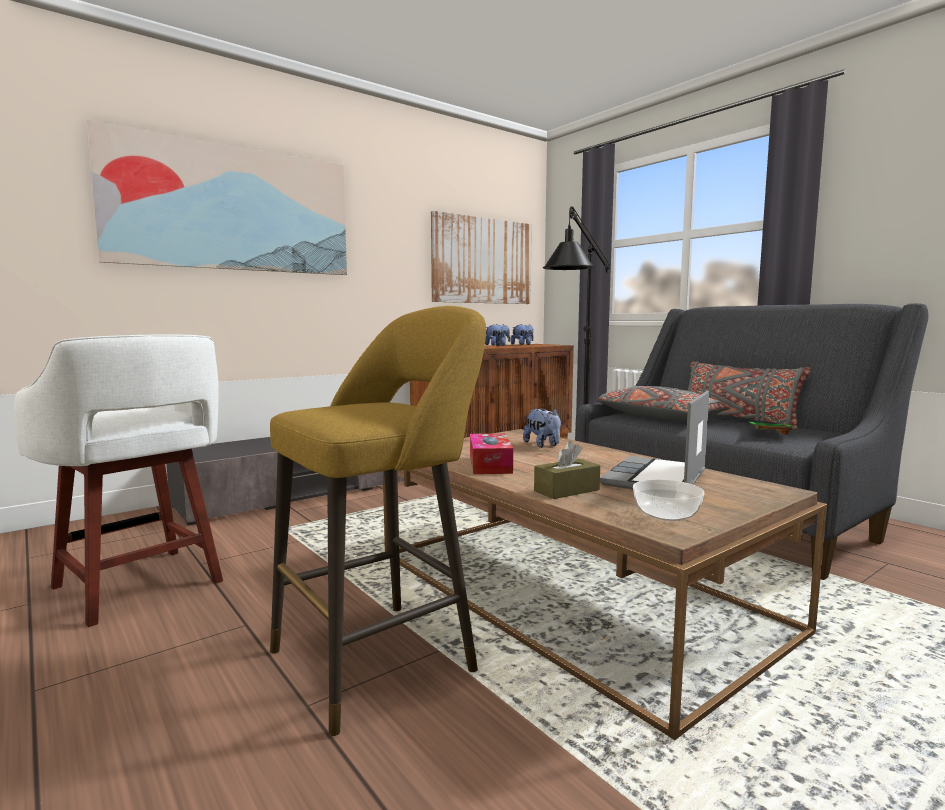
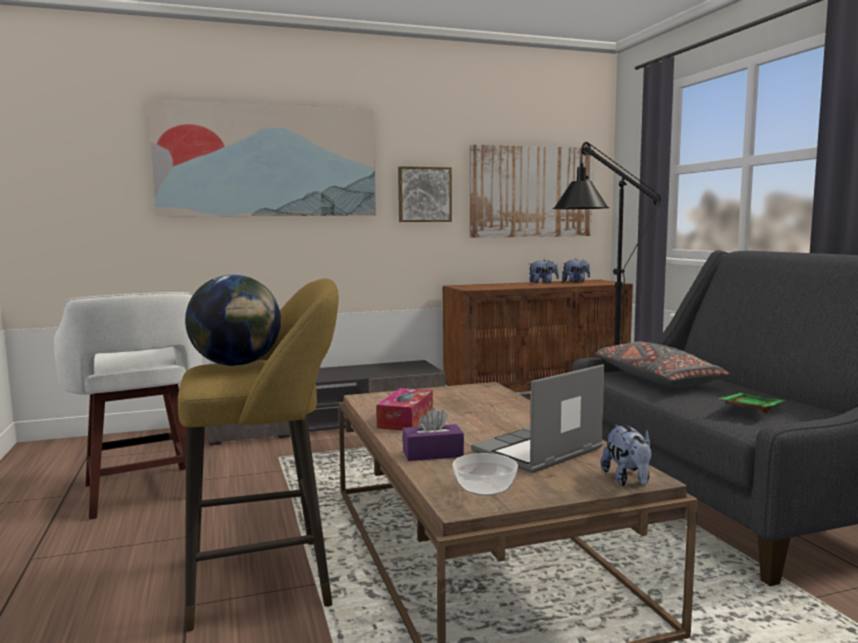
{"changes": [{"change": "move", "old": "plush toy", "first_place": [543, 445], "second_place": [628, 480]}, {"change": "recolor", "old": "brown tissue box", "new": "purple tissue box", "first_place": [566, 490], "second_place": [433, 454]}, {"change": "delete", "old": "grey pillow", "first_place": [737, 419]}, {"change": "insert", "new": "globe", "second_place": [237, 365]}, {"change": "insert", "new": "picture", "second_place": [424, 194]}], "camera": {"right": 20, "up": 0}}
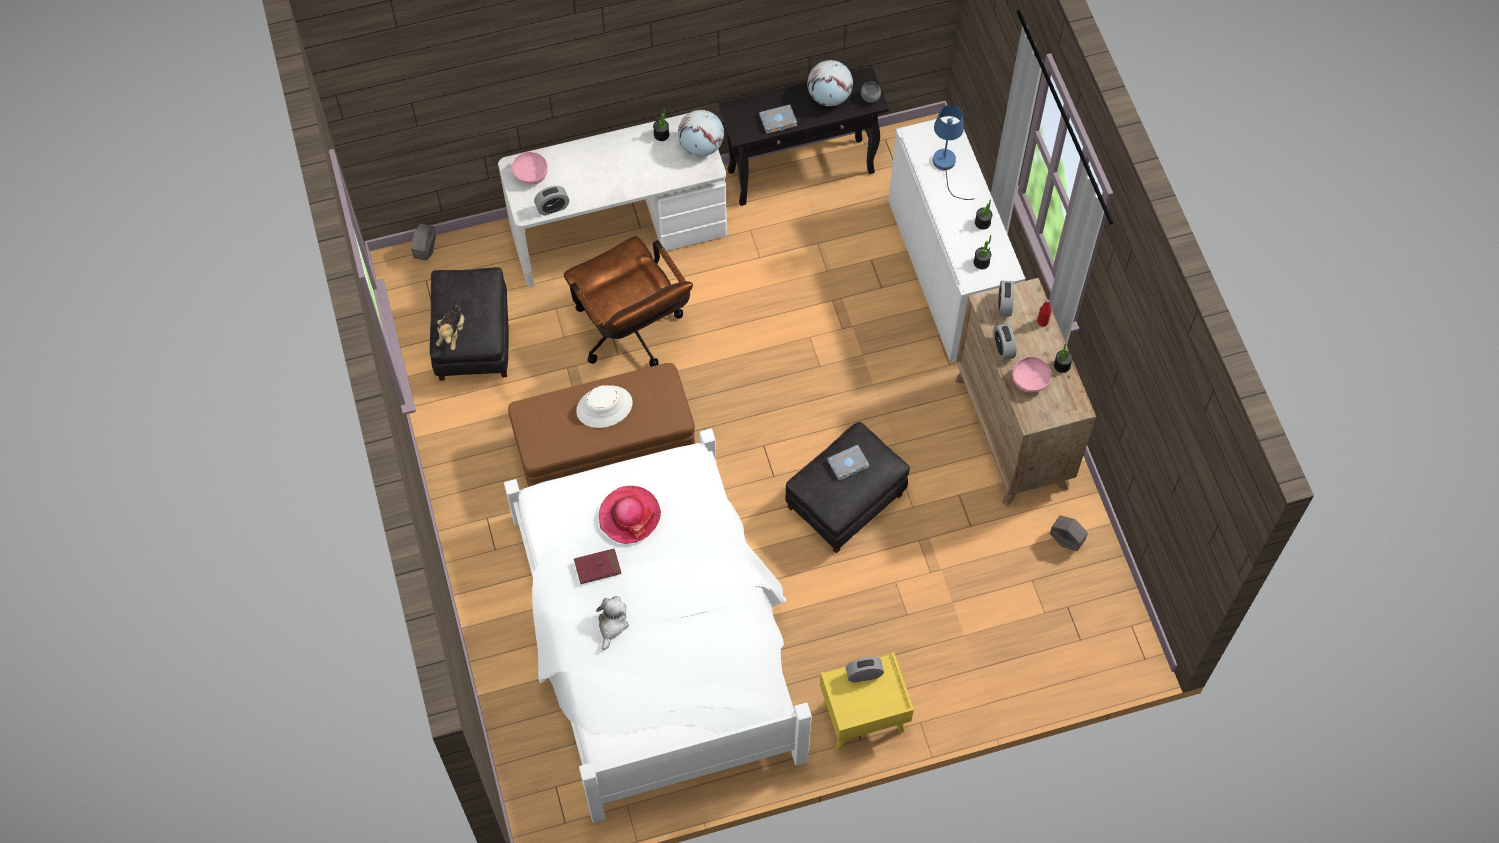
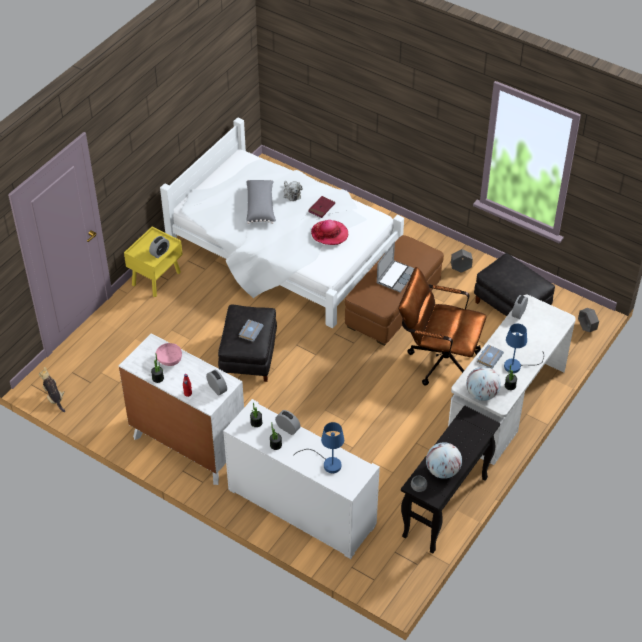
{"changes": [{"change": "move", "old": "plush toy", "first_place": [452, 333], "second_place": [54, 398]}, {"change": "delete", "old": "pink bowl", "first_place": [530, 174]}, {"change": "replace", "old": "white hat", "new": "laptop", "first_place": [604, 407], "second_place": [396, 276]}, {"change": "move", "old": "grey book", "first_place": [777, 121], "second_place": [489, 357]}, {"change": "recolor", "old": "brown dresser", "new": "white dresser", "first_place": [1012, 432], "second_place": [188, 445]}, {"change": "move", "old": "alarm clock", "first_place": [1003, 348], "second_place": [288, 428]}, {"change": "move", "old": "grey planter", "first_place": [1065, 541], "second_place": [460, 269]}, {"change": "insert", "new": "grey pillow", "second_place": [261, 207]}, {"change": "insert", "new": "blue table lamp", "second_place": [517, 365]}], "camera": {"right": 140, "up": -15}}
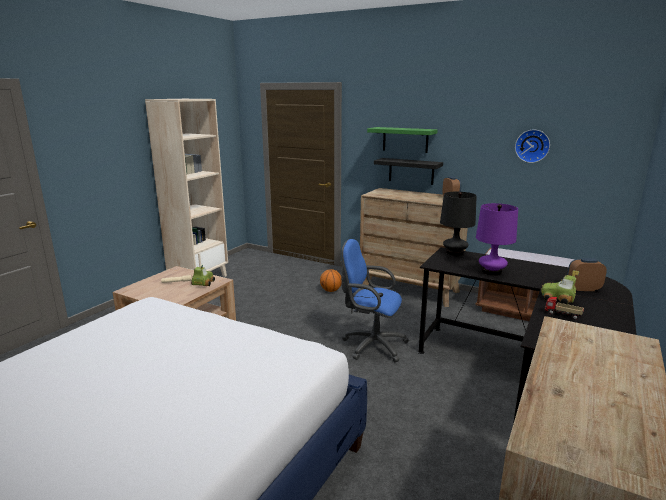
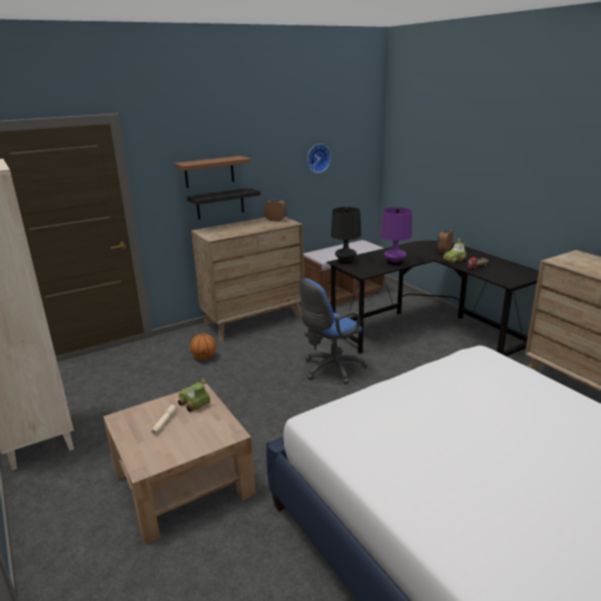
{"changes": [{"change": "recolor", "old": "green shelf", "new": "brown shelf", "first_place": [405, 139], "second_place": [209, 171]}], "camera": {"right": -60, "up": 5}}
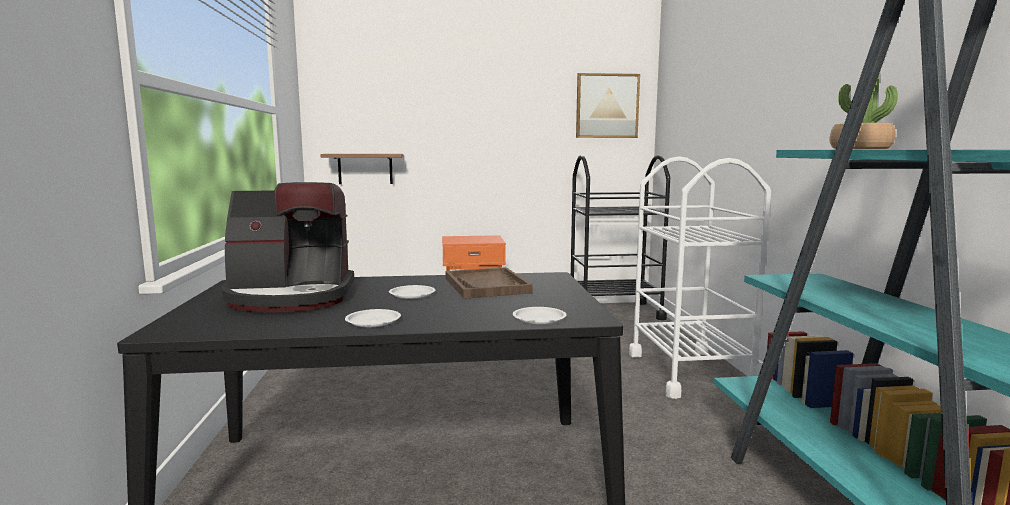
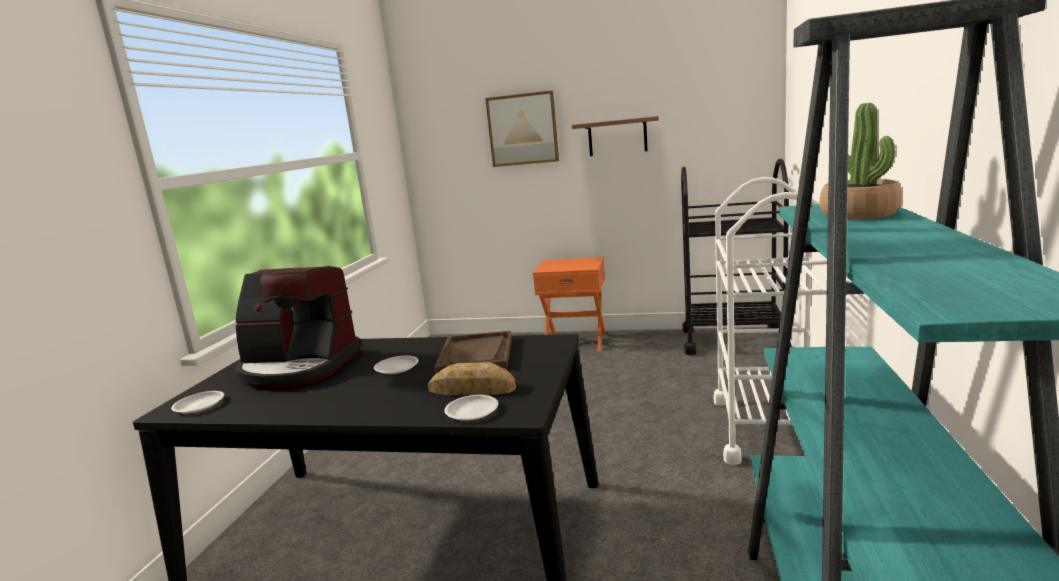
{"changes": [{"change": "move", "old": "shelf", "first_place": [365, 168], "second_place": [617, 137]}, {"change": "move", "old": "white plate", "first_place": [373, 321], "second_place": [199, 405]}, {"change": "move", "old": "picture", "first_place": [607, 106], "second_place": [523, 129]}, {"change": "insert", "new": "bread", "second_place": [472, 389]}], "camera": {"right": 20, "up": 5}}
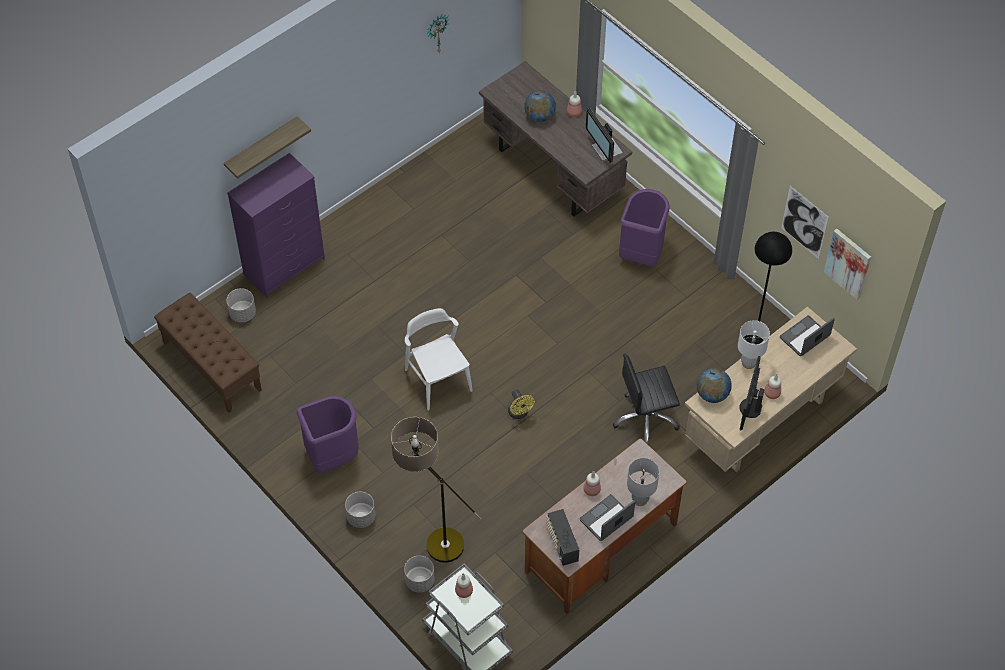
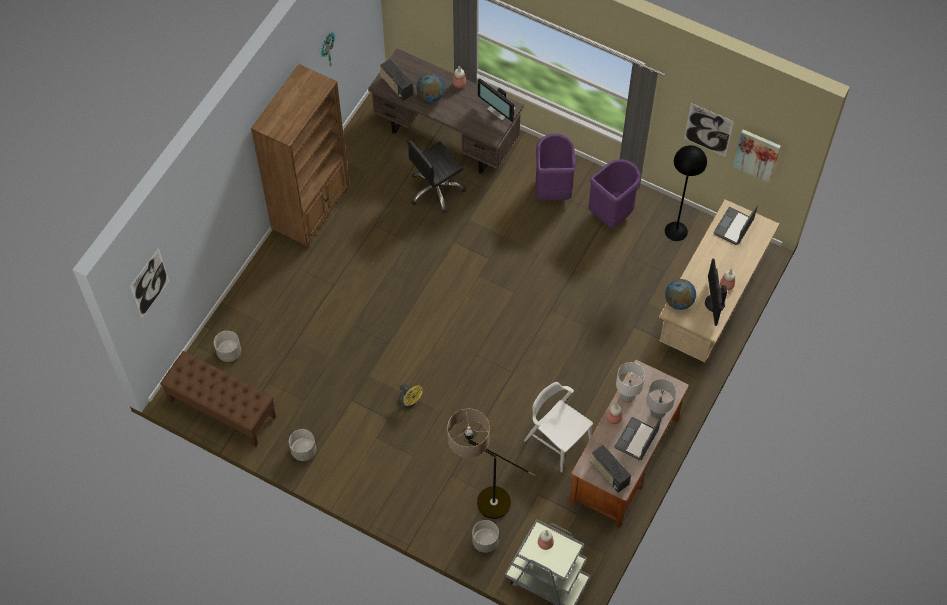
{"changes": [{"change": "delete", "old": "shelf", "first_place": [262, 147]}, {"change": "delete", "old": "purple dresser", "first_place": [285, 266]}, {"change": "move", "old": "purple trash can", "first_place": [332, 457], "second_place": [611, 214]}, {"change": "move", "old": "grey planter", "first_place": [361, 517], "second_place": [303, 450]}, {"change": "move", "old": "white chair", "first_place": [438, 380], "second_place": [557, 440]}, {"change": "move", "old": "yellow fan", "first_place": [519, 413], "second_place": [410, 402]}, {"change": "move", "old": "black office chair", "first_place": [645, 419], "second_place": [436, 190]}, {"change": "move", "old": "white table lamp", "first_place": [748, 363], "second_place": [627, 396]}, {"change": "insert", "new": "picture", "second_place": [150, 283]}, {"change": "insert", "new": "brown bookcase", "second_place": [312, 211]}, {"change": "insert", "new": "radio", "second_place": [396, 86]}], "camera": {"right": -20, "up": 5}}
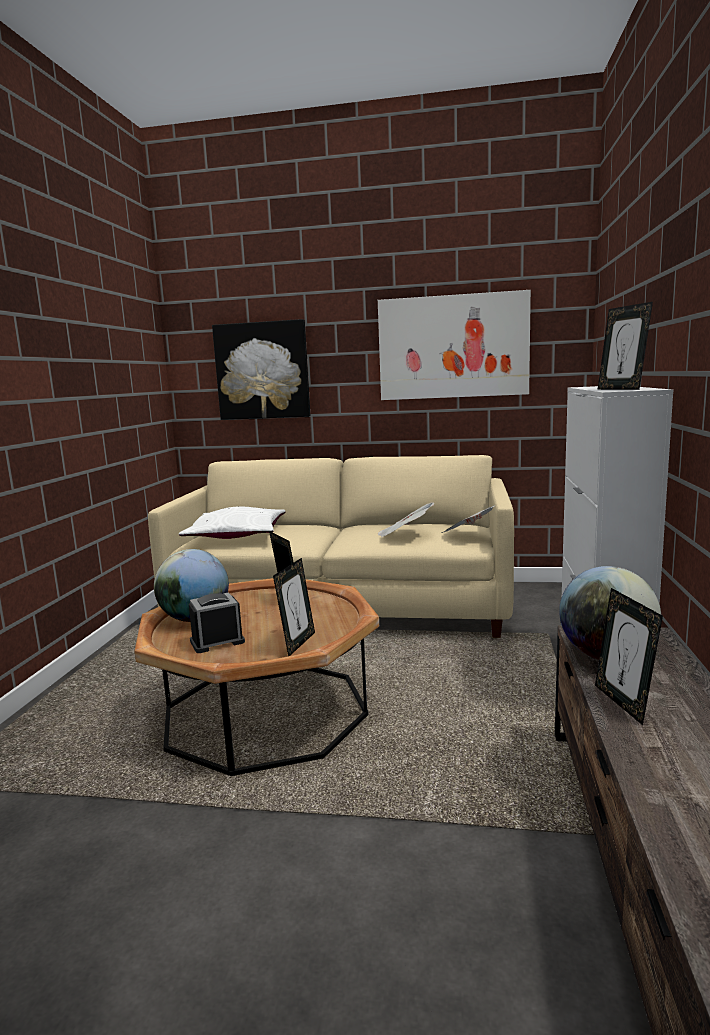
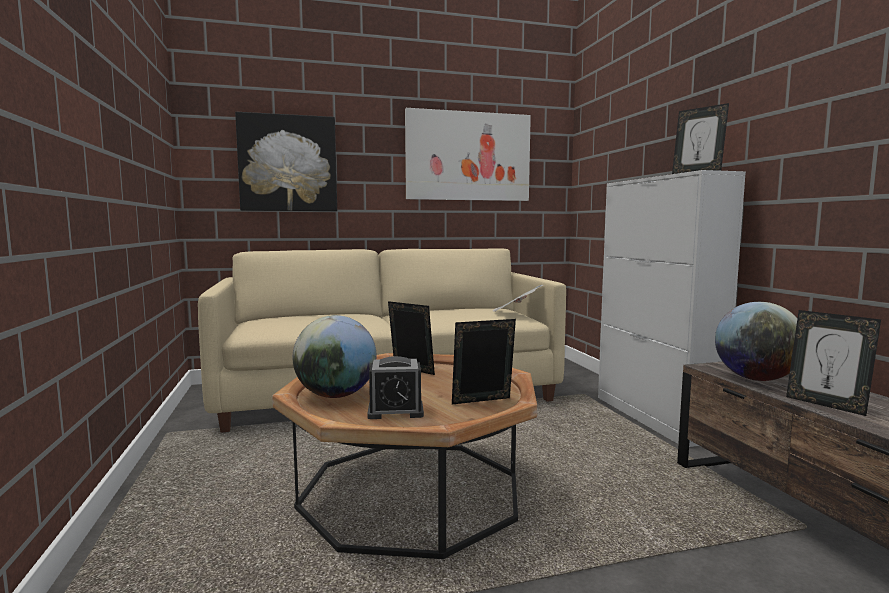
{"changes": [{"change": "delete", "old": "white pillow", "first_place": [236, 535]}, {"change": "rotate", "old": "alarm clock", "first_place": [217, 642], "second_place": [395, 411], "degrees": -135}, {"change": "rotate", "old": "picture frame", "first_place": [297, 643], "second_place": [483, 402], "degrees": -105}, {"change": "delete", "old": "newspaper", "first_place": [404, 535]}], "camera": {"right": -25, "up": -5}}
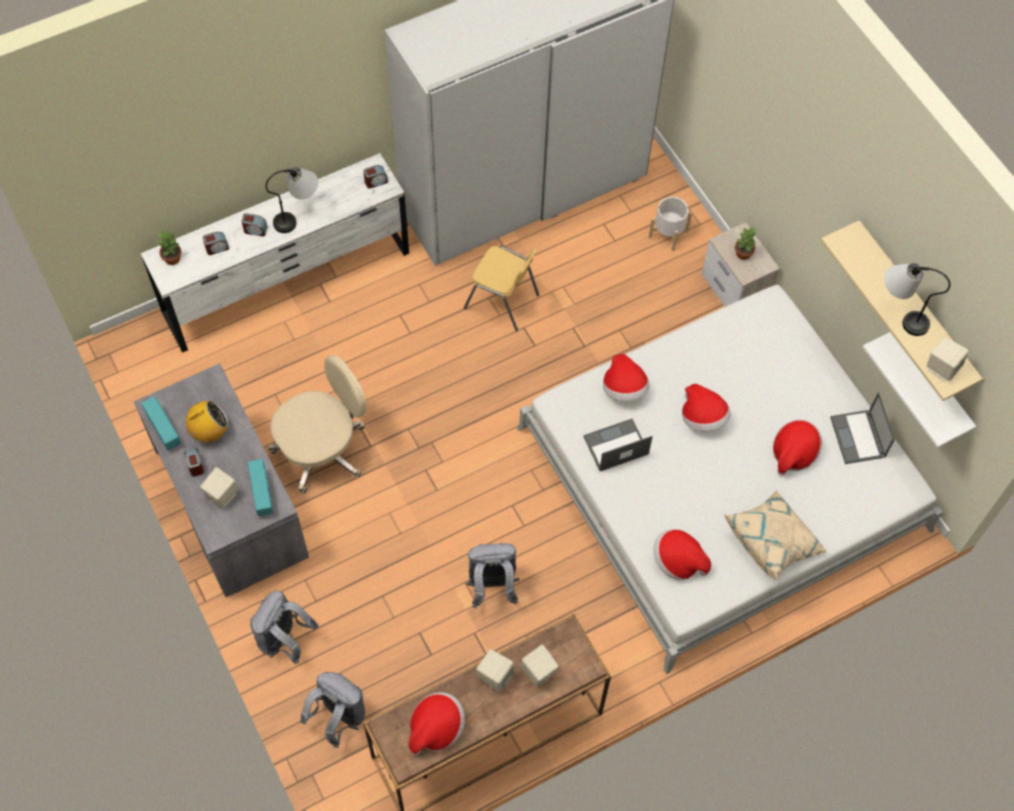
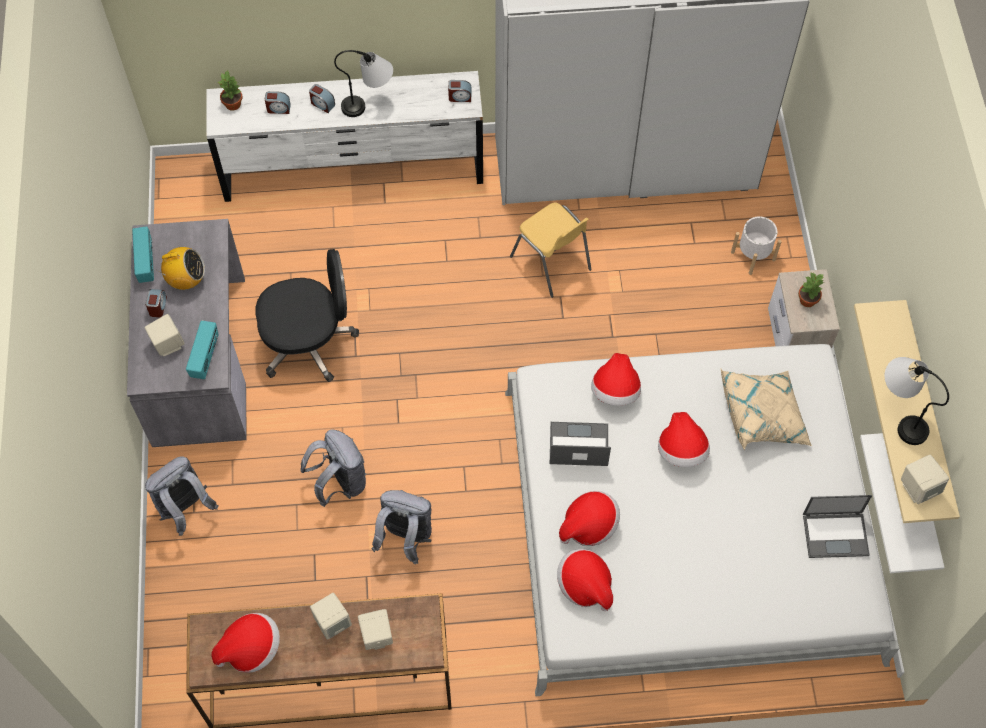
{"changes": [{"change": "recolor", "old": "beige office chair", "new": "black office chair", "first_place": [322, 449], "second_place": [309, 342]}, {"change": "move", "old": "grey backpack", "first_place": [338, 717], "second_place": [340, 482]}, {"change": "move", "old": "beige pillow", "first_place": [773, 541], "second_place": [763, 416]}, {"change": "move", "old": "hat", "first_place": [793, 453], "second_place": [589, 525]}, {"change": "rotate", "old": "laptop", "first_place": [858, 438], "second_place": [836, 534], "degrees": -105}], "camera": {"right": 25, "up": 0}}
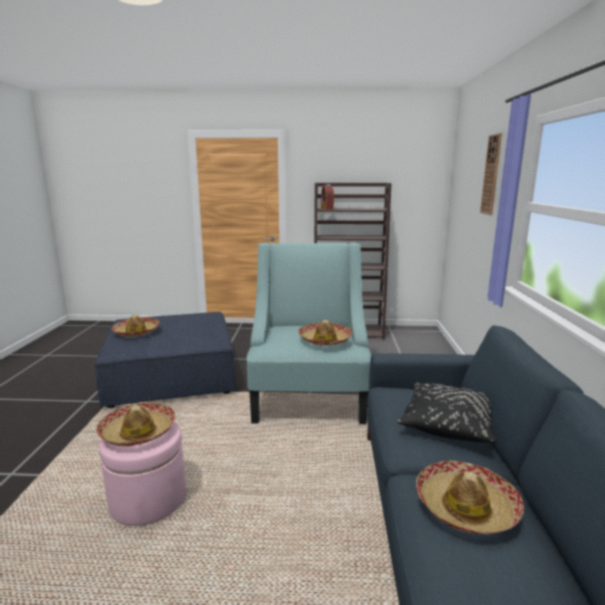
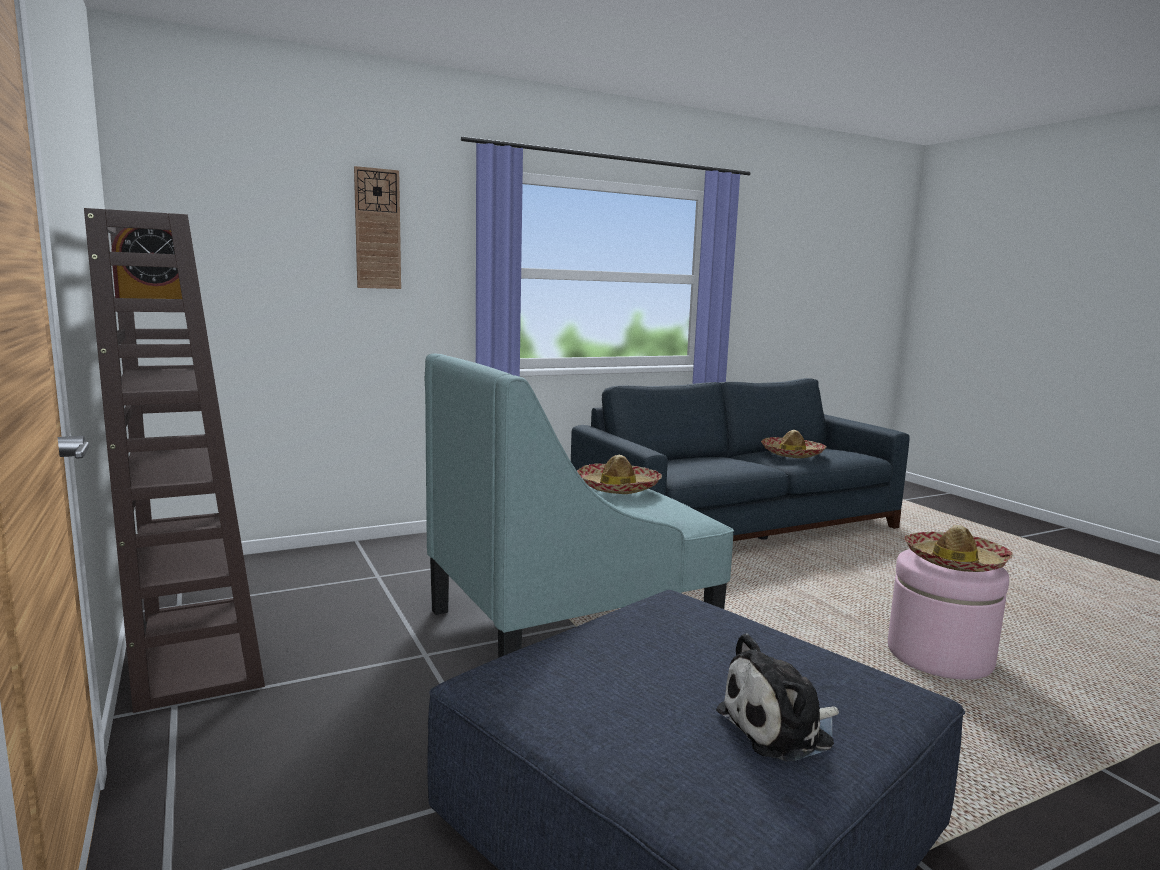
{"changes": [{"change": "replace", "old": "hat", "new": "plush toy", "first_place": [136, 332], "second_place": [780, 728]}, {"change": "delete", "old": "black pillow", "first_place": [447, 424]}], "camera": {"right": -120, "up": -5}}
